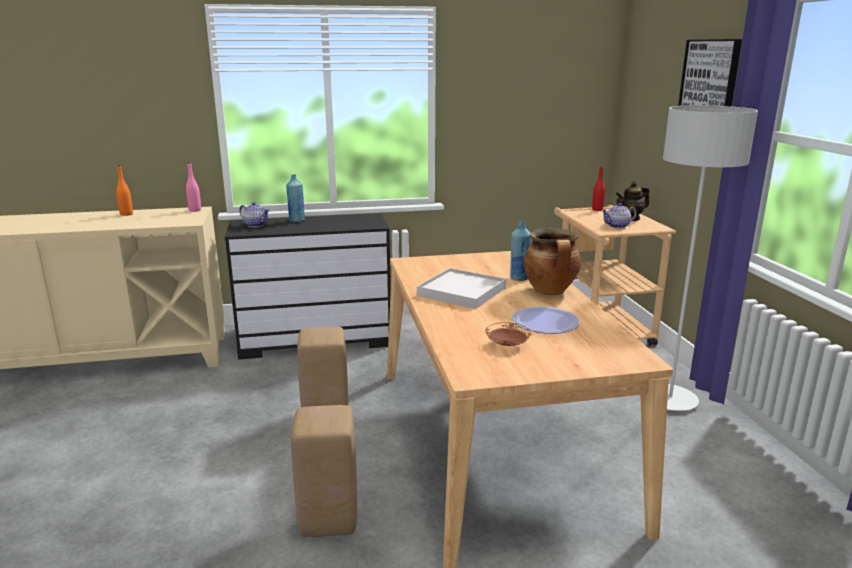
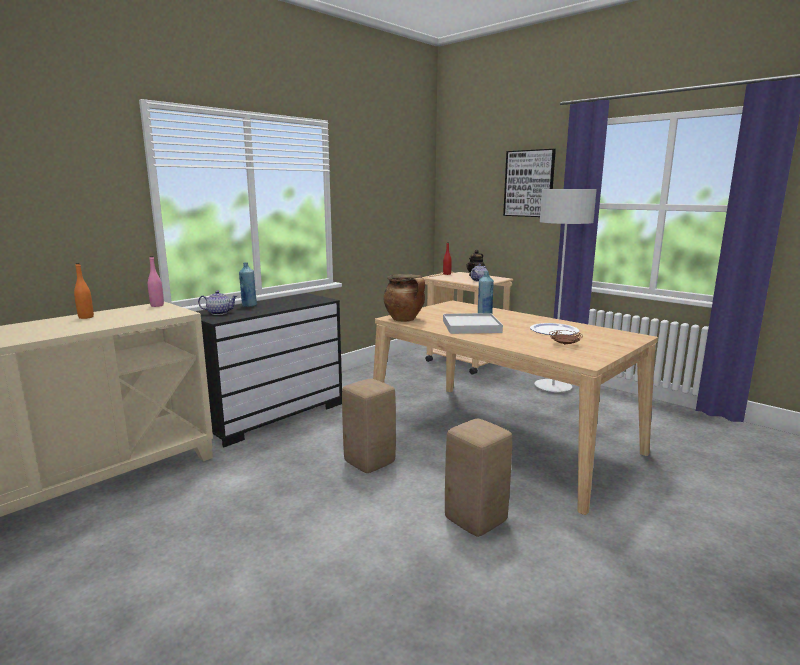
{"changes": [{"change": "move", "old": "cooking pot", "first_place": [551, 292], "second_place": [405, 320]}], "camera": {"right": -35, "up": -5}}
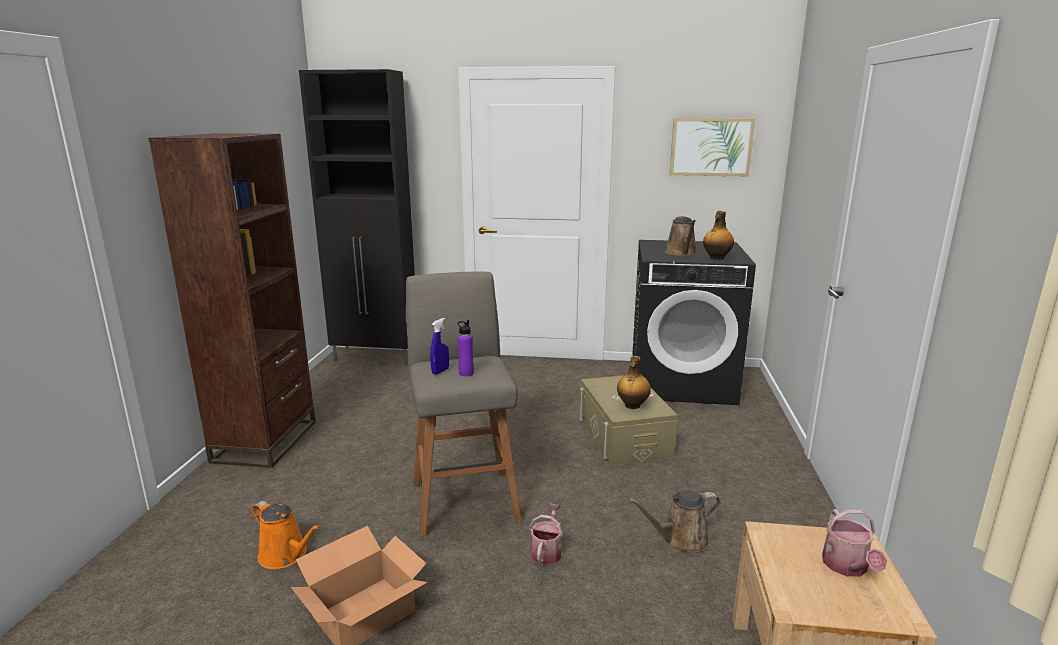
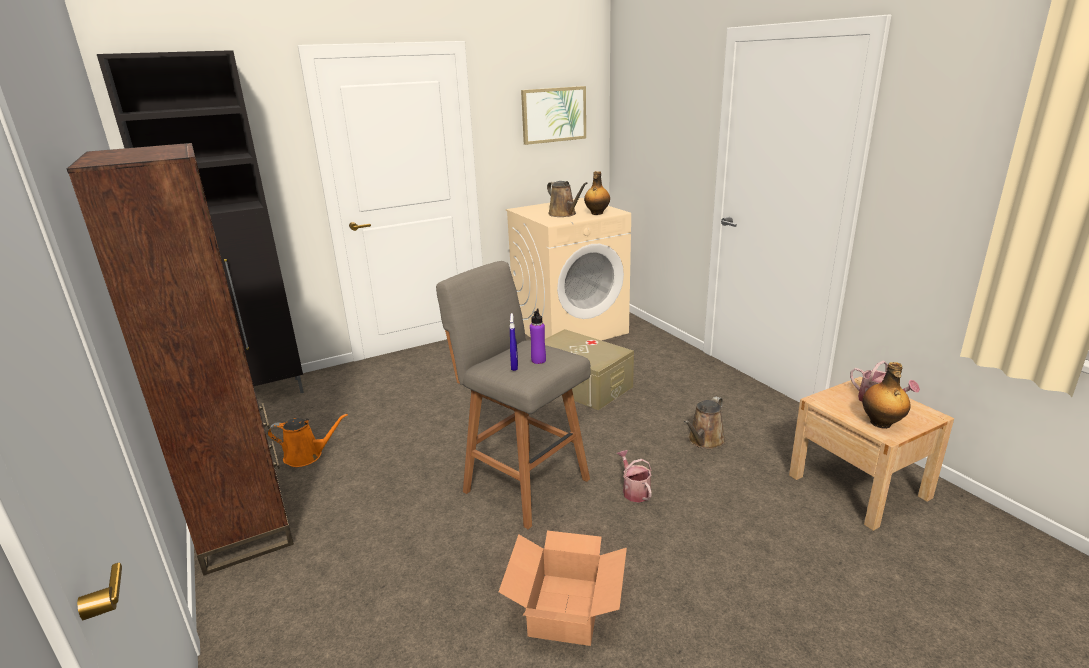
{"changes": [{"change": "move", "old": "orange watering can", "first_place": [286, 555], "second_place": [307, 456]}, {"change": "move", "old": "bottle", "first_place": [632, 406], "second_place": [881, 423]}, {"change": "recolor", "old": "black washing machine", "new": "beige washing machine", "first_place": [682, 382], "second_place": [570, 329]}], "camera": {"right": -35, "up": 5}}
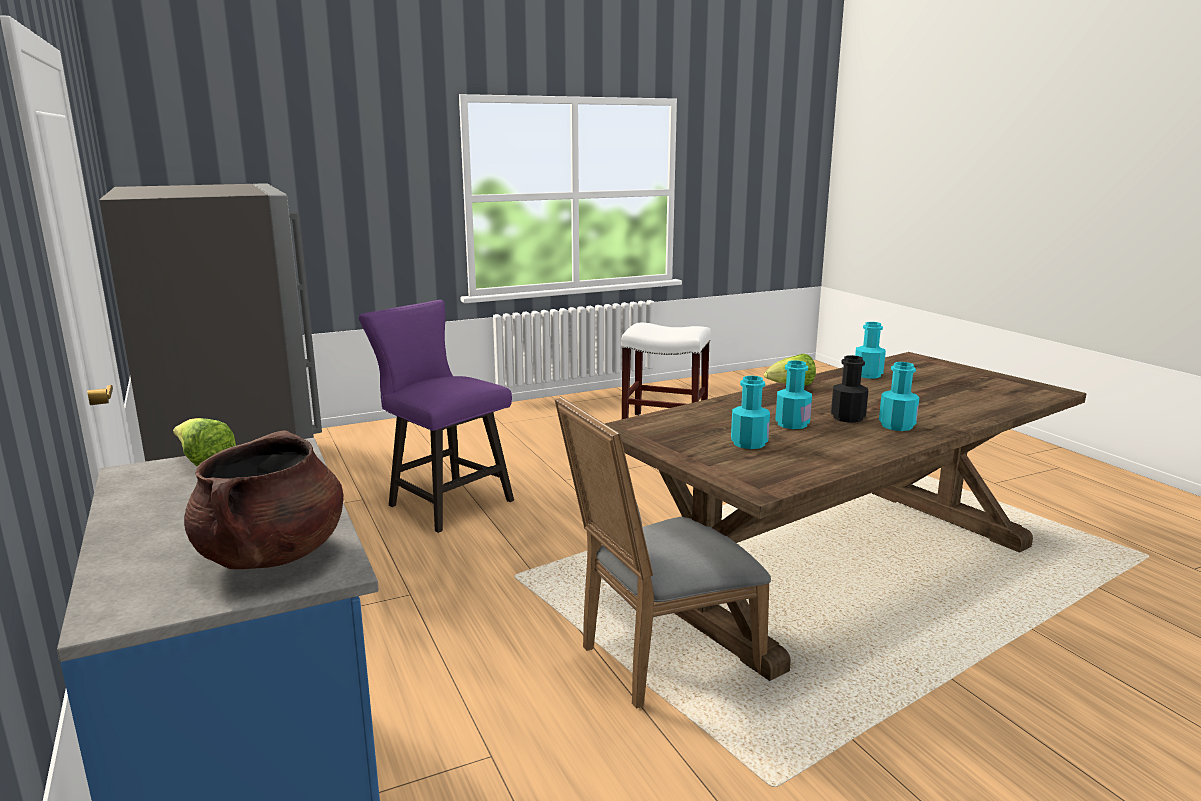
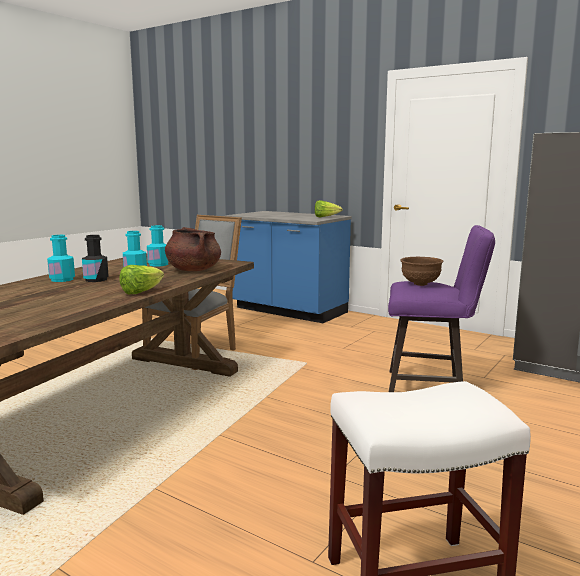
{"changes": [{"change": "move", "old": "brown cooking pot", "first_place": [272, 555], "second_place": [193, 270]}, {"change": "delete", "old": "turquoise bottle", "first_place": [868, 375]}, {"change": "insert", "new": "brown bowl", "second_place": [419, 284]}], "camera": {"right": 150, "up": -5}}
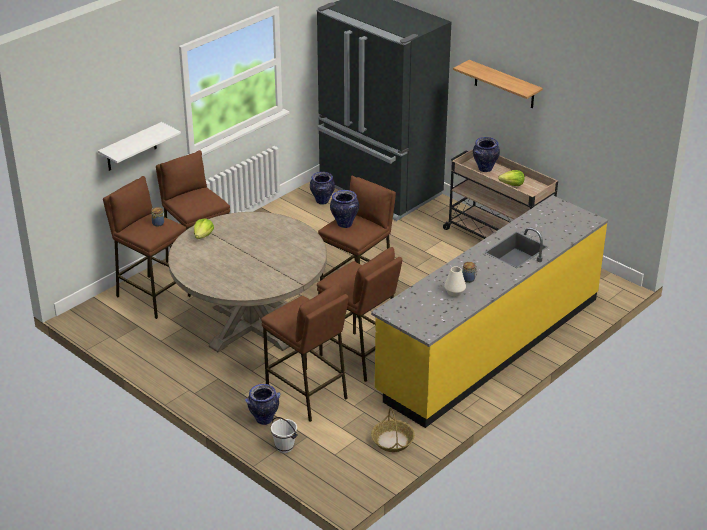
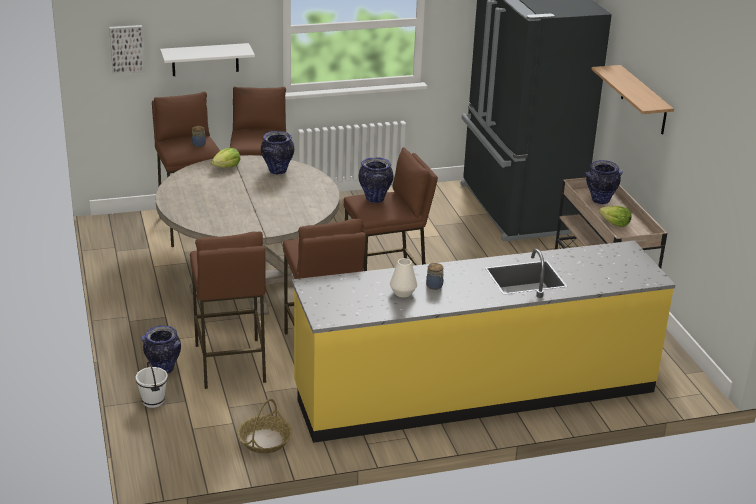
{"changes": [{"change": "move", "old": "vase", "first_place": [322, 201], "second_place": [277, 171]}, {"change": "insert", "new": "picture", "second_place": [127, 48]}], "camera": {"right": 30, "up": -5}}
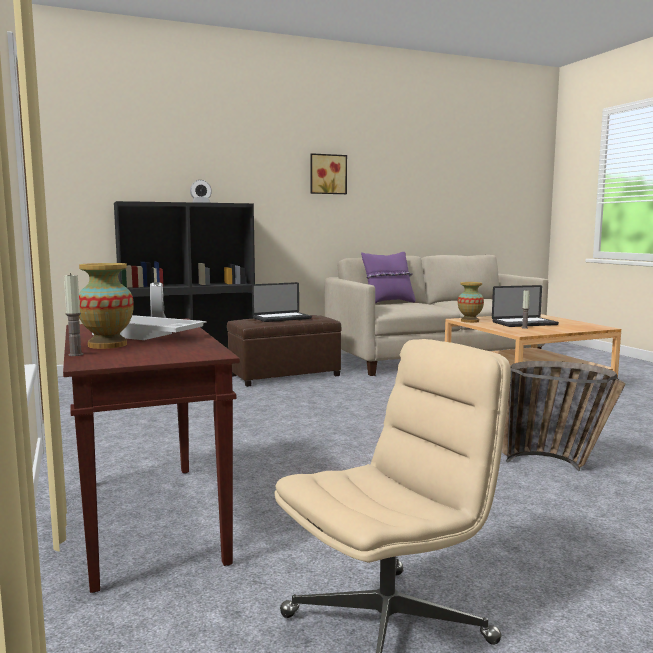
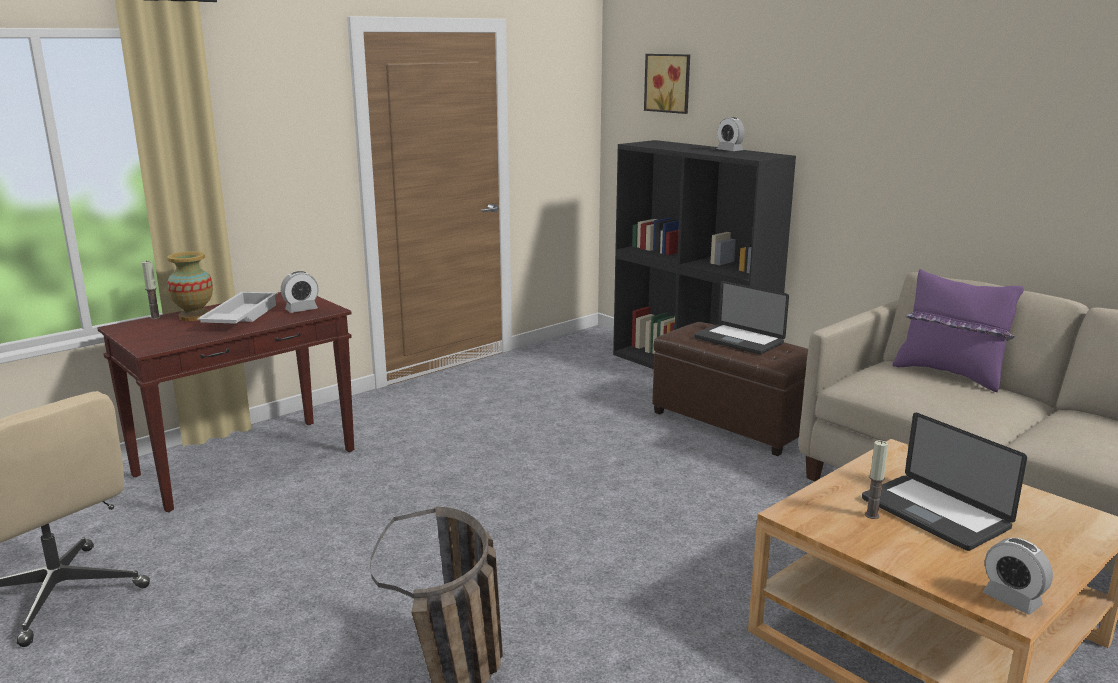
{"changes": [{"change": "move", "old": "picture", "first_place": [327, 174], "second_place": [669, 83]}, {"change": "delete", "old": "vase", "first_place": [470, 321]}, {"change": "insert", "new": "alarm clock", "second_place": [1012, 600]}], "camera": {"right": 70, "up": 10}}
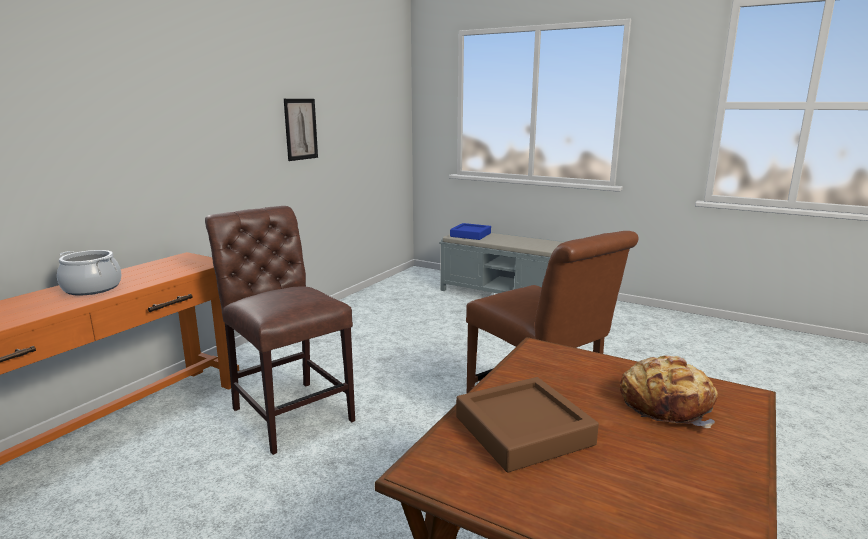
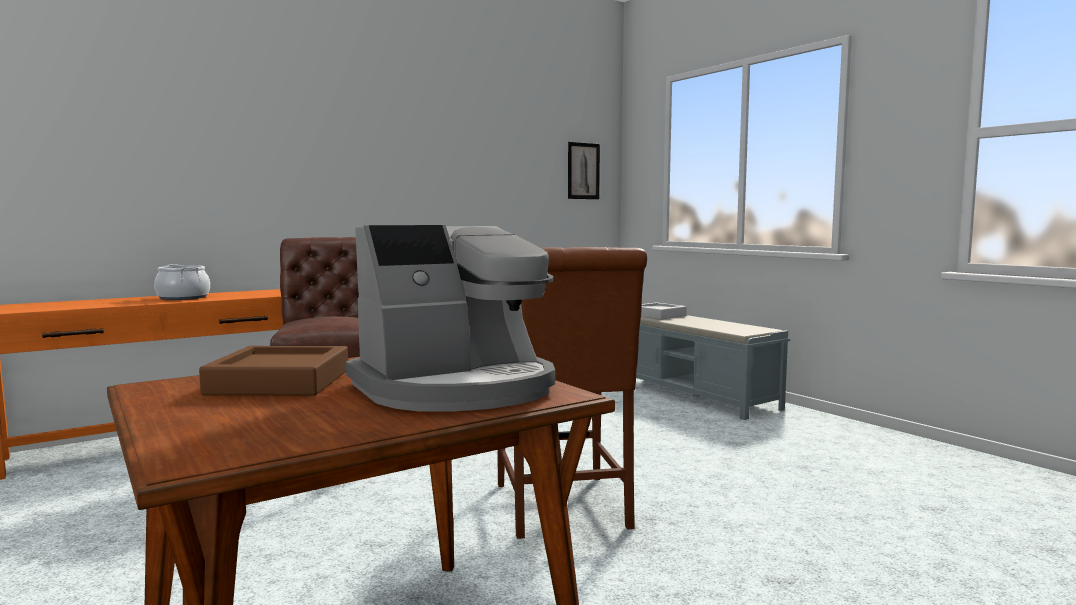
{"changes": [{"change": "move", "old": "picture", "first_place": [300, 129], "second_place": [583, 171]}, {"change": "recolor", "old": "blue tray", "new": "grey tray", "first_place": [470, 235], "second_place": [658, 315]}, {"change": "replace", "old": "bread", "new": "coffee machine", "first_place": [666, 404], "second_place": [457, 388]}], "camera": {"right": 25, "up": -10}}
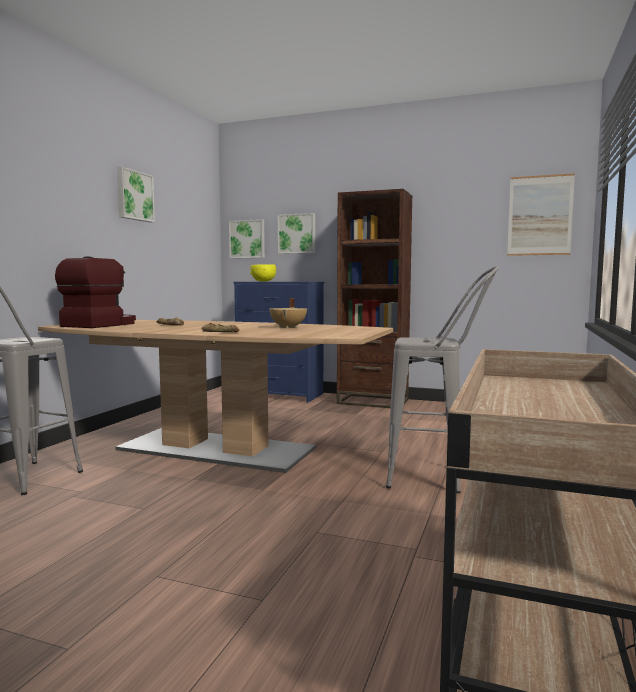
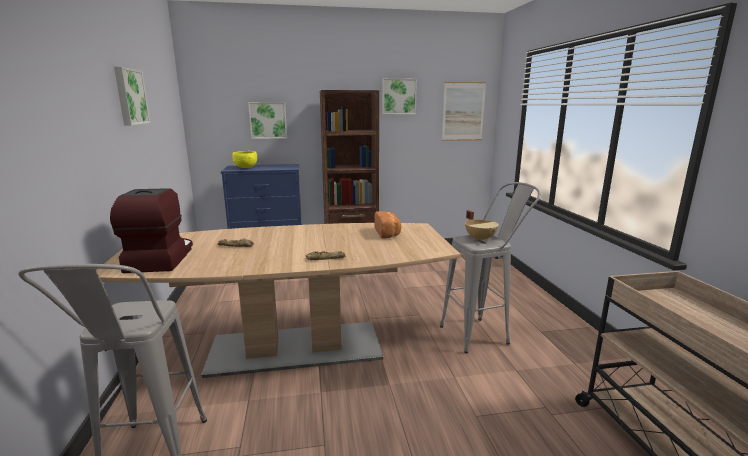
{"changes": [{"change": "move", "old": "picture", "first_place": [247, 239], "second_place": [398, 96]}, {"change": "move", "old": "beige cooking pot", "first_place": [289, 327], "second_place": [480, 239]}, {"change": "insert", "new": "bread", "second_place": [388, 233]}], "camera": {"right": -30, "up": 10}}
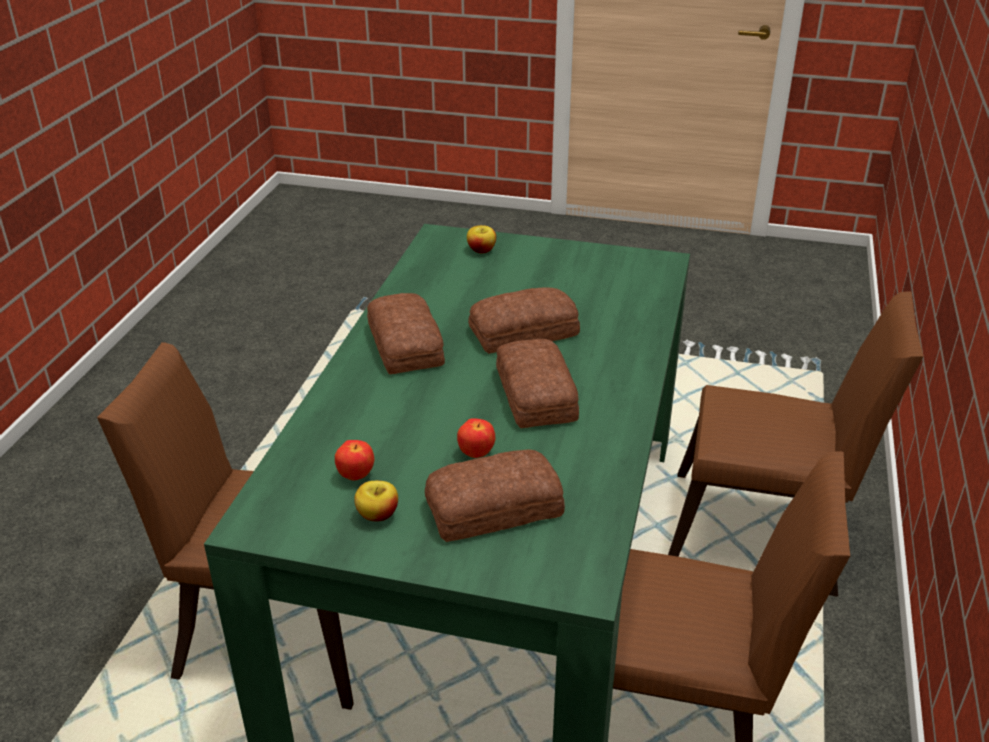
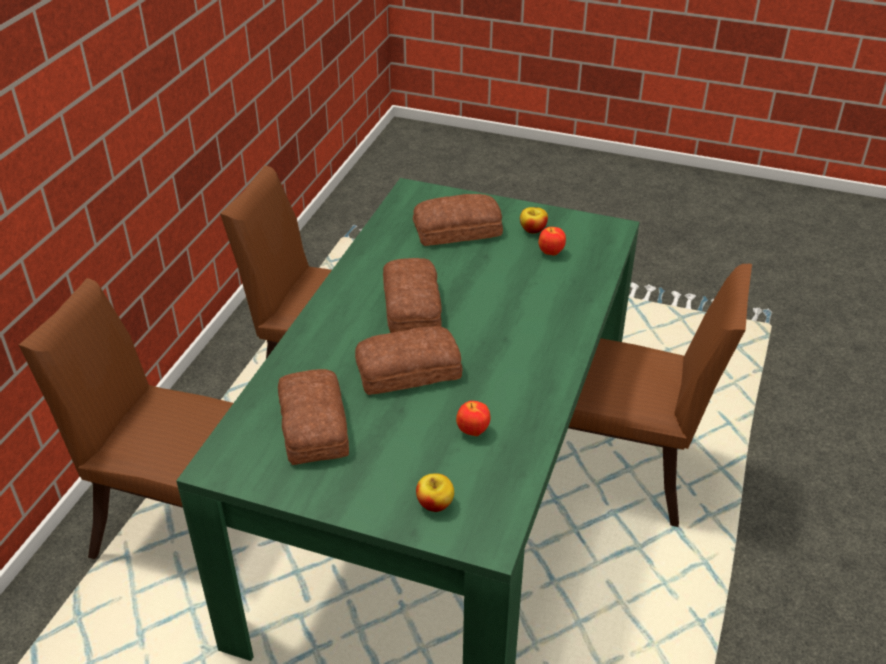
{"changes": [{"change": "move", "old": "bread", "first_place": [407, 343], "second_place": [312, 427]}, {"change": "move", "old": "apple", "first_place": [476, 454], "second_place": [472, 431]}], "camera": {"right": -175, "up": 5}}
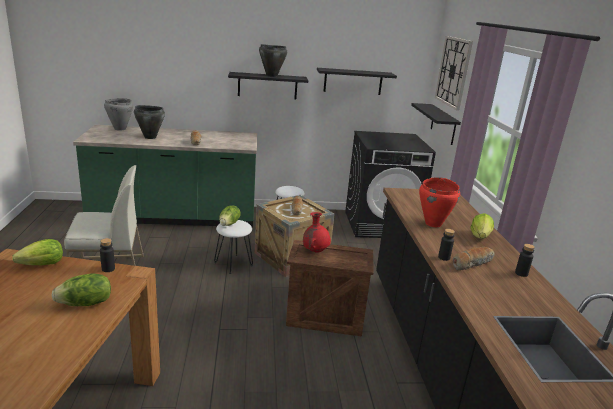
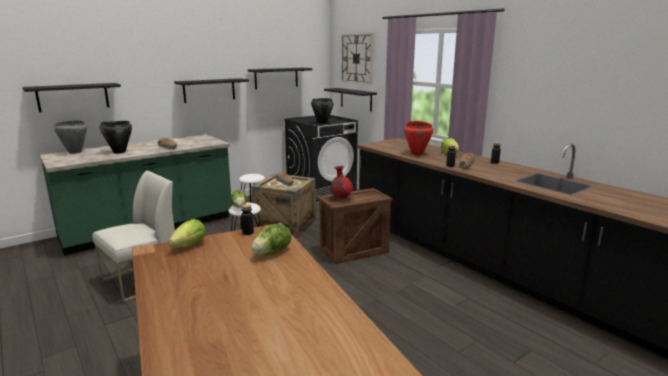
{"changes": [{"change": "move", "old": "black cooking pot", "first_place": [271, 75], "second_place": [322, 123]}, {"change": "insert", "new": "black shelf", "second_place": [73, 97]}], "camera": {"right": -30, "up": -5}}
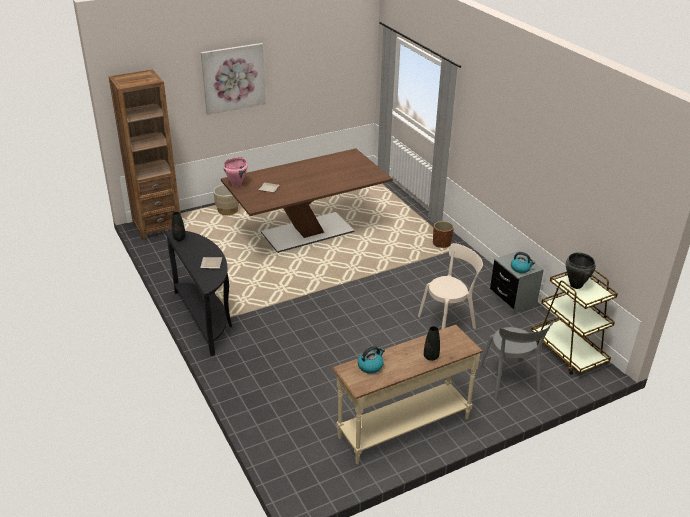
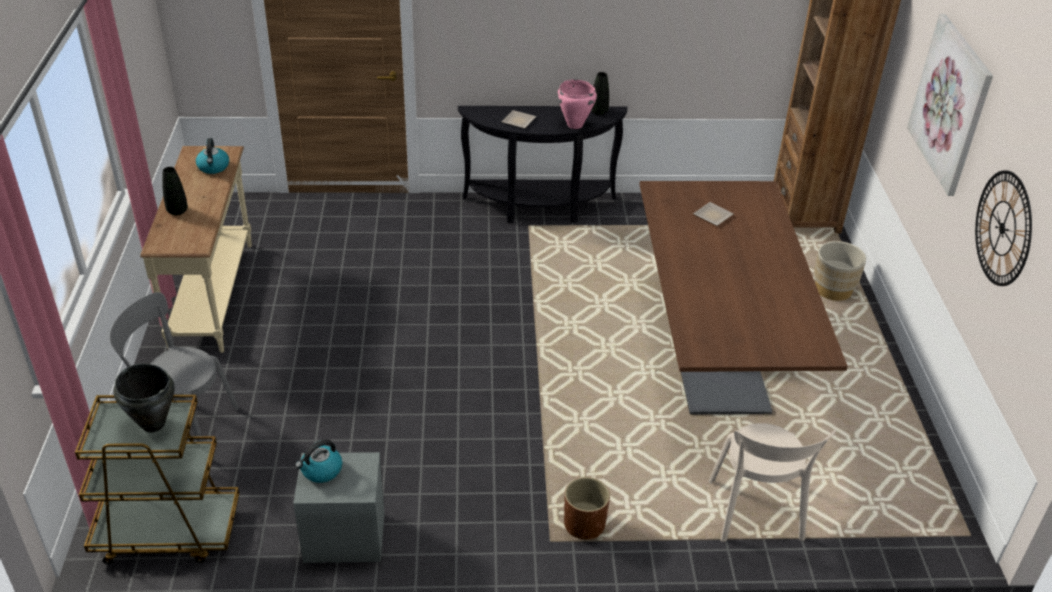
{"changes": [{"change": "move", "old": "pink cooking pot", "first_place": [237, 185], "second_place": [574, 125]}, {"change": "move", "old": "beige chair", "first_place": [449, 321], "second_place": [756, 514]}, {"change": "insert", "new": "wall clock", "second_place": [1002, 228]}], "camera": {"right": 115, "up": 5}}
